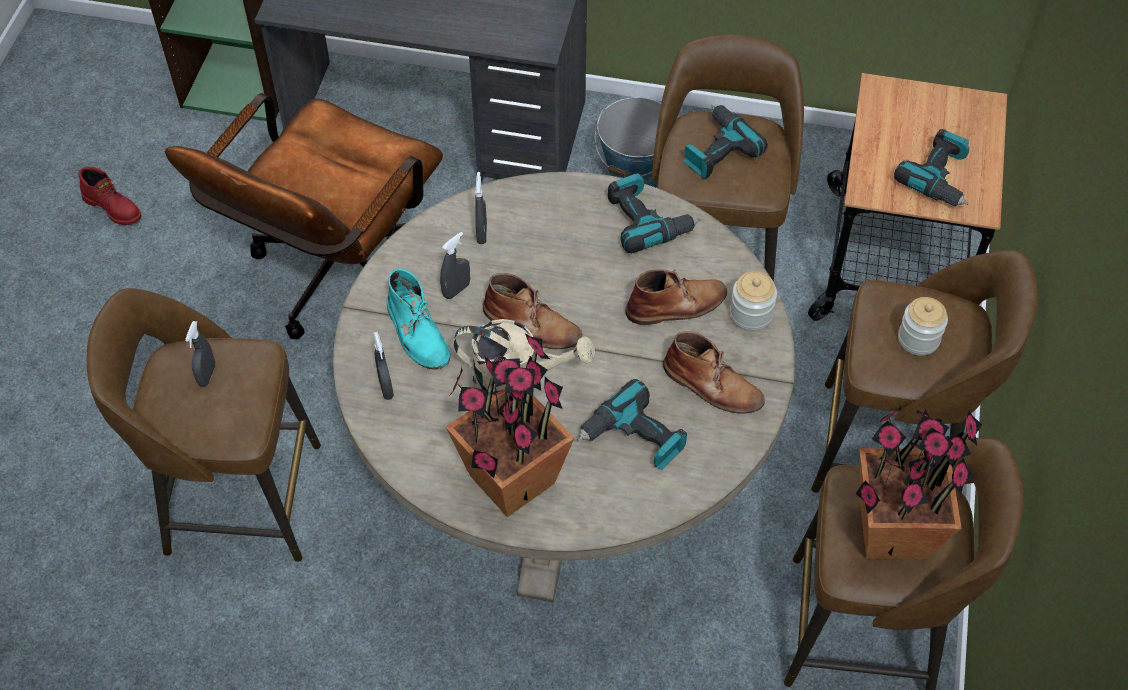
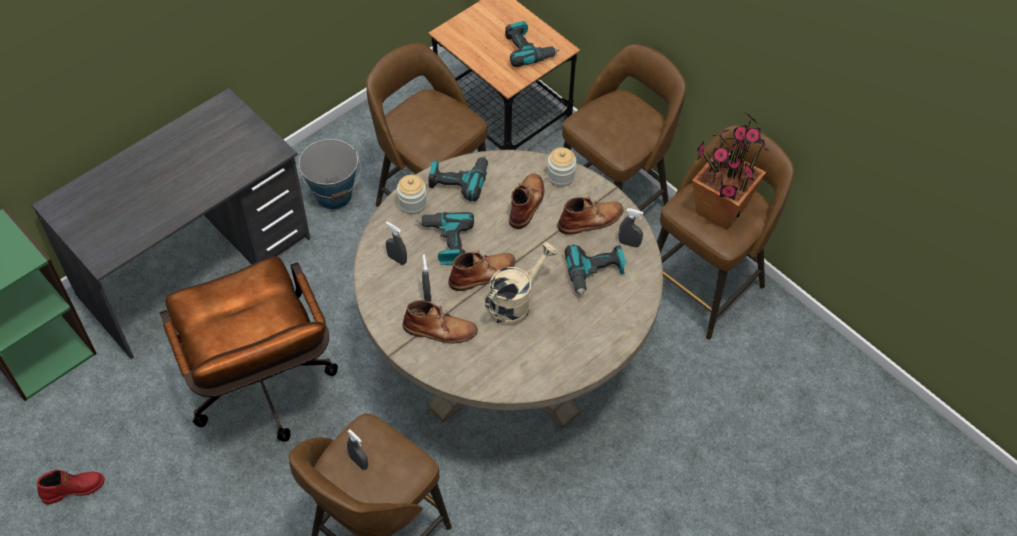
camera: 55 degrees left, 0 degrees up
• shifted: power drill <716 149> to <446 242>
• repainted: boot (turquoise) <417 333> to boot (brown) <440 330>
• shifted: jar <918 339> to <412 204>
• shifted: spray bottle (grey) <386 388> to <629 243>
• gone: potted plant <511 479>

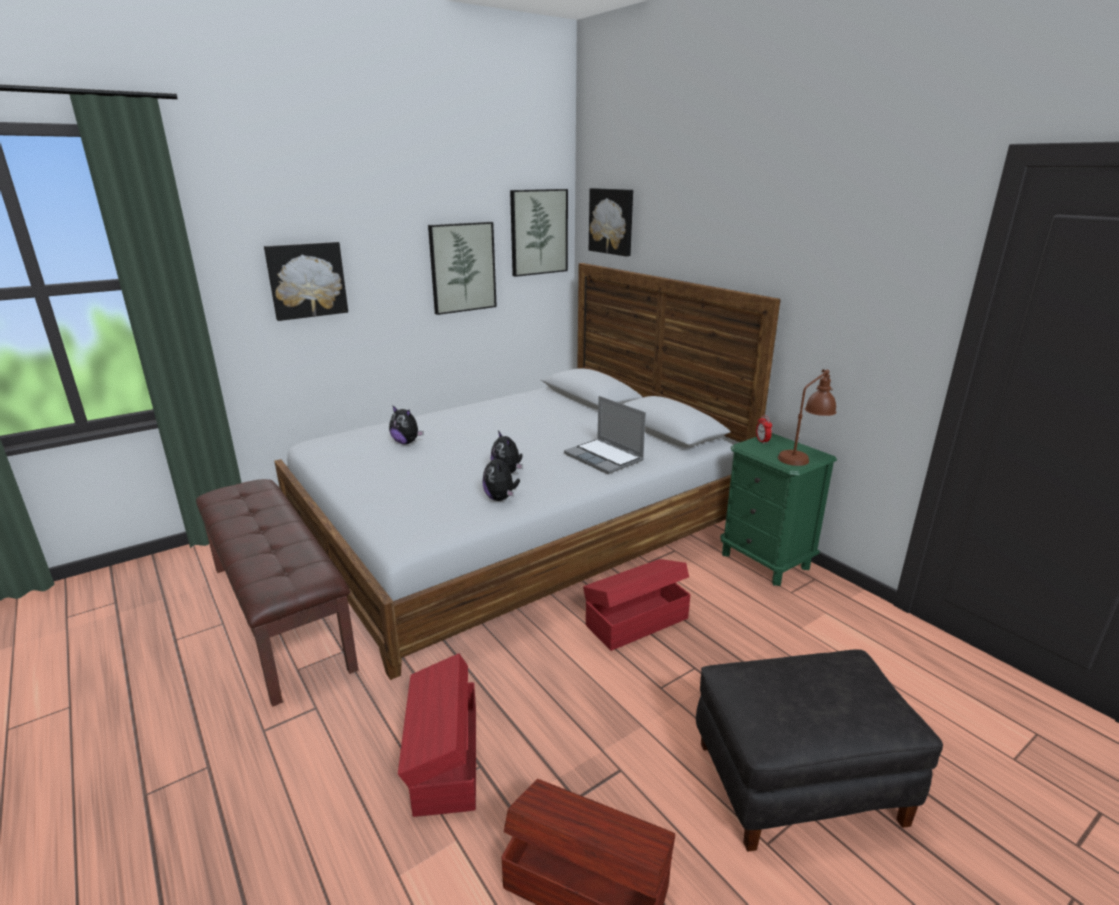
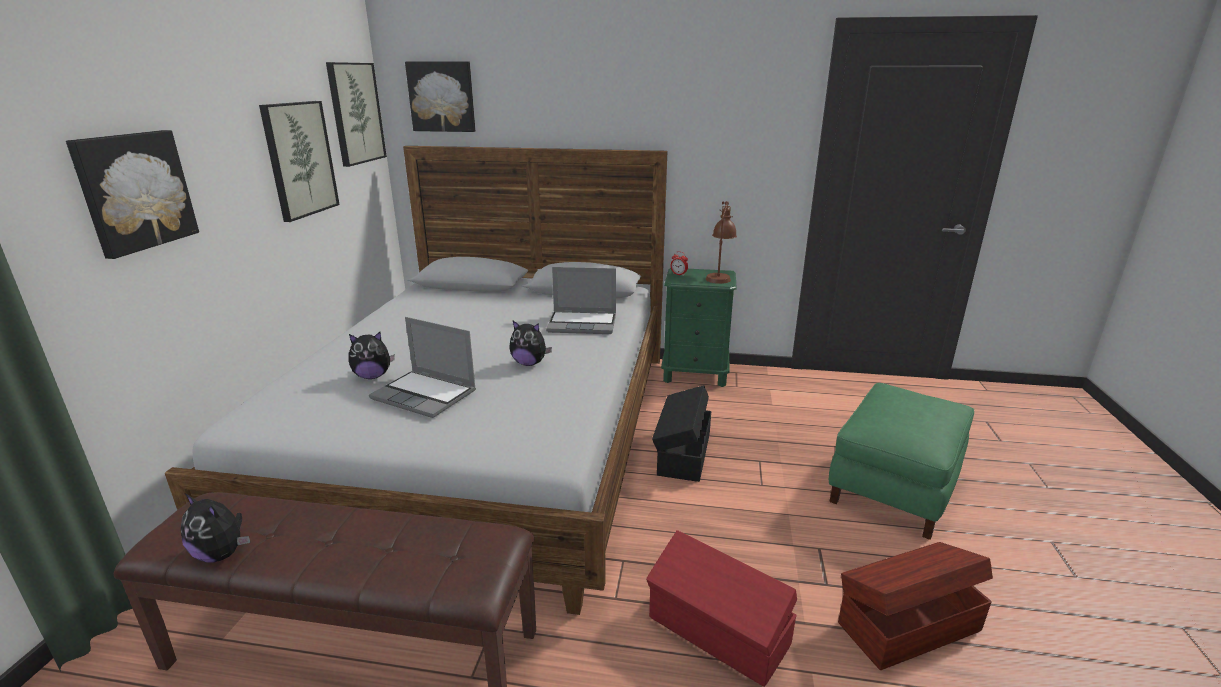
camera: 45 degrees left, 0 degrees up
• shifted: plush toy <500 498> to <222 554>
• repainted: storage box (red) <635 621> to storage box (black) <682 453>
• repainted: ottoman (black) <798 781> to ottoman (green) <893 487>
• new: laptop <426 395>

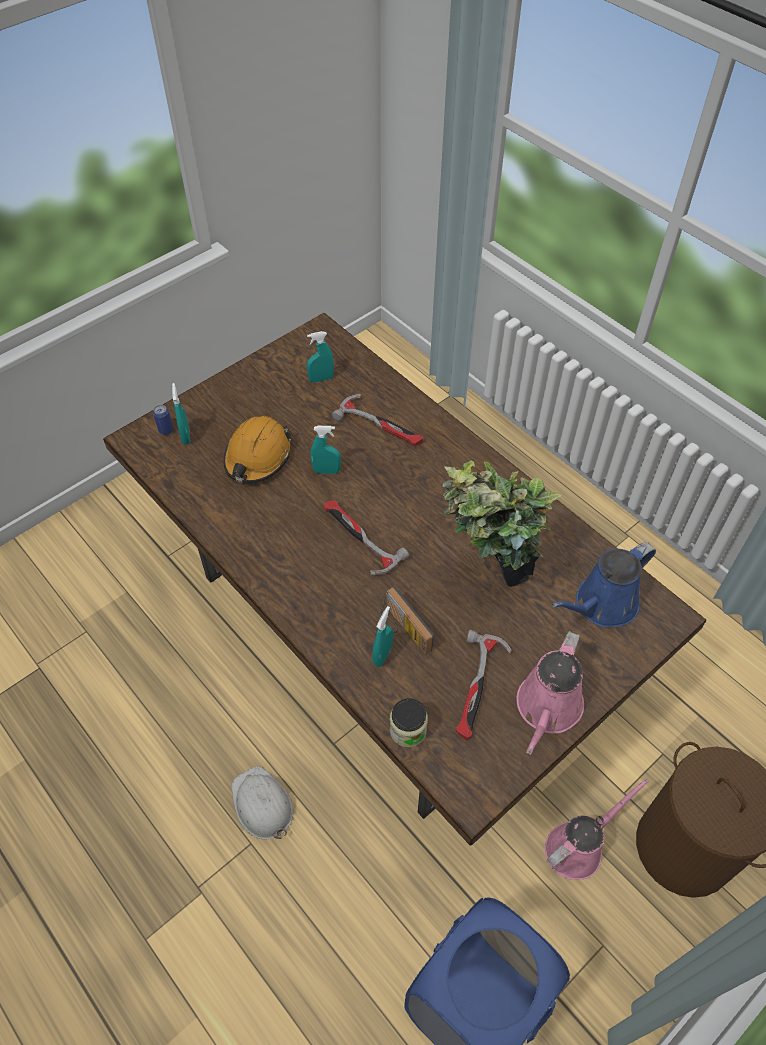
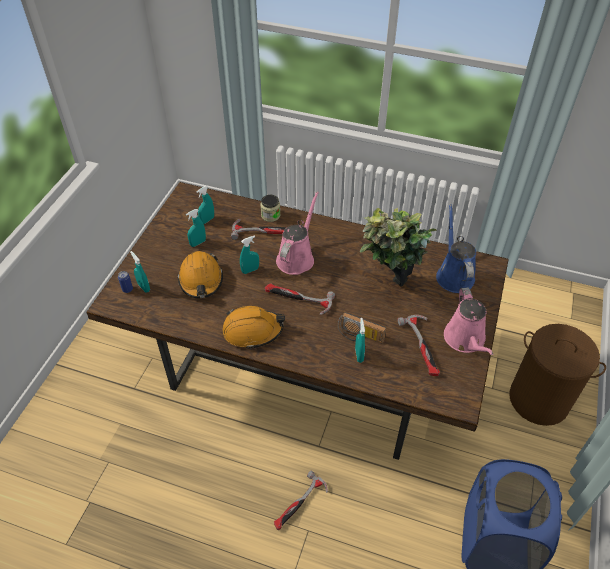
camera: 30 degrees left, 5 degrees down
• rotated: watering can (blue) <601 605> = <454 274> 150 degrees clockwise
• shifted: jar <408 730> to <270 215>
• swapped: hard hat (white) <262 805> to hammer <299 504>
• shifted: watering can (pink) <578 847> to <297 257>
• new: spray bottle (turquoise) <198 243>
• new: hard hat (orange) <252 331>

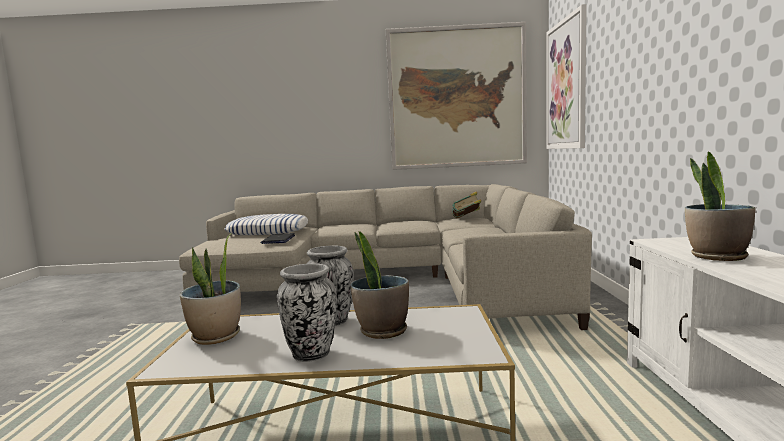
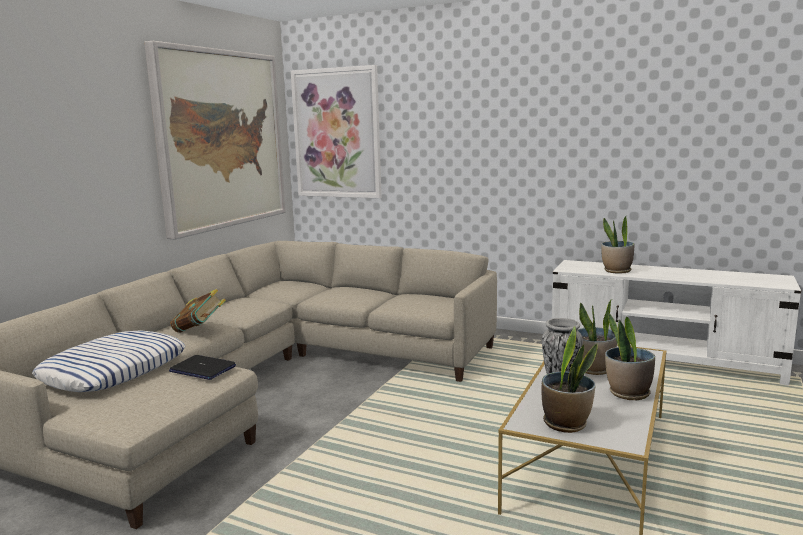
camera: 65 degrees left, 5 degrees up
• shifted: book <467 219> to <200 330>
• swapped: vase <311 355> to potted plant <628 393>

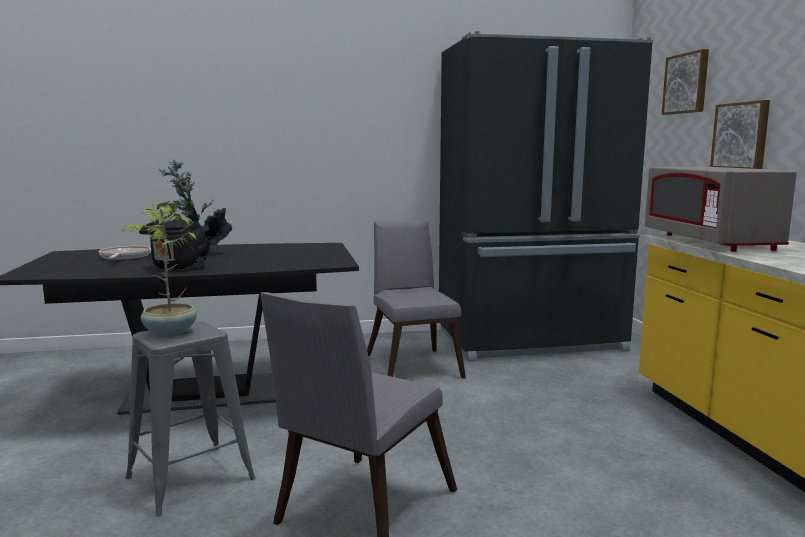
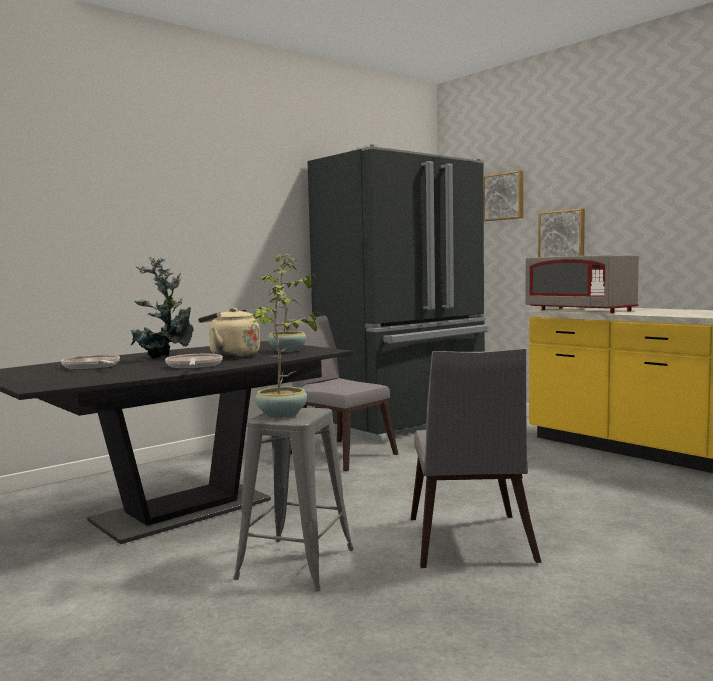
camera: 30 degrees left, 5 degrees down
• swapped: kettle (black) <178 268> to frying pan <194 366>
• new: potted plant <288 350>
• new: kettle (beige) <231 356>

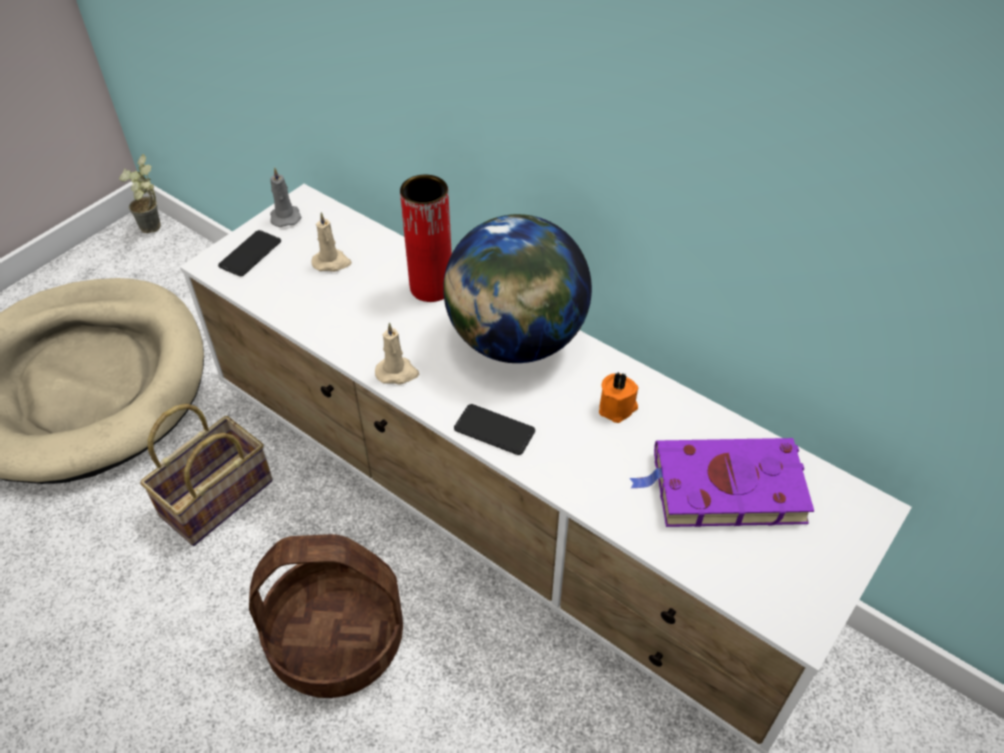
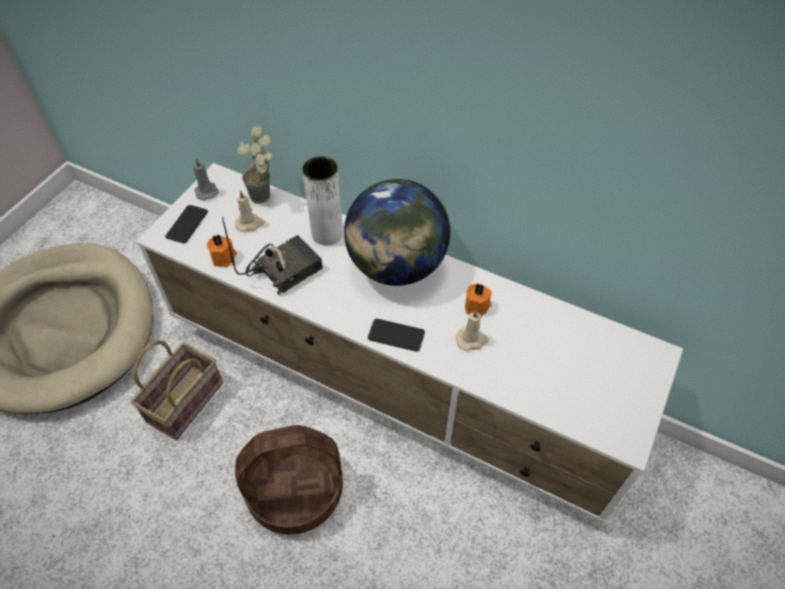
camera: 10 degrees left, 5 degrees up
• shifted: potted plant <155 230> to <266 199>
• repainted: vase (red) <431 287> to vase (white) <327 233>
• shifted: candle (beige) <397 372> to <472 340>
• gone: book (purple) <723 488>
• new: radio <284 268>
• new: candle (orange) <224 257>

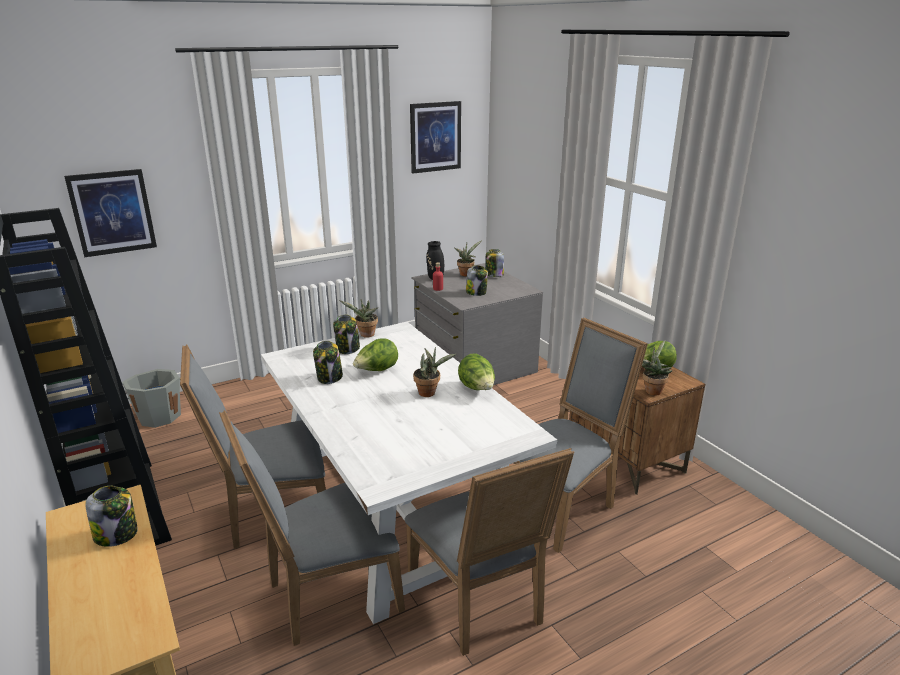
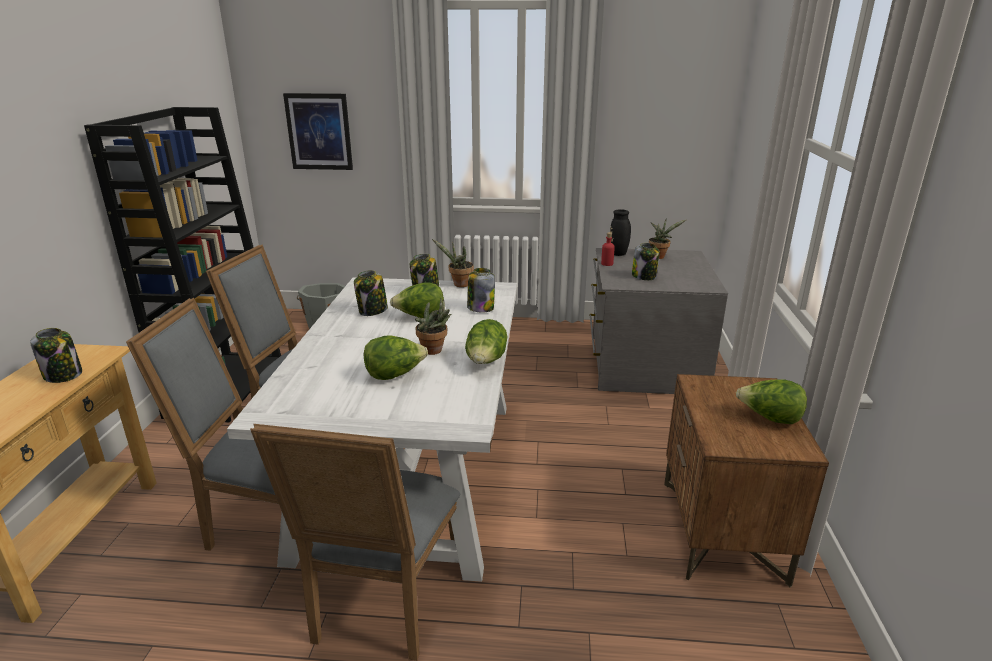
camera: 35 degrees right, 0 degrees up
• gone: picture <435 137>
• shifted: jar <494 275> to <480 308>
• gone: chair (grey) <560 504>
• gone: potted plant <652 390>
• new: lettuce <395 375>

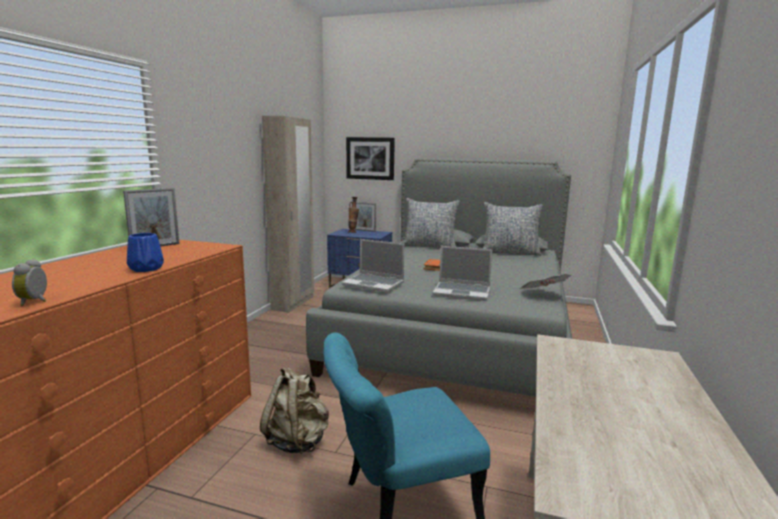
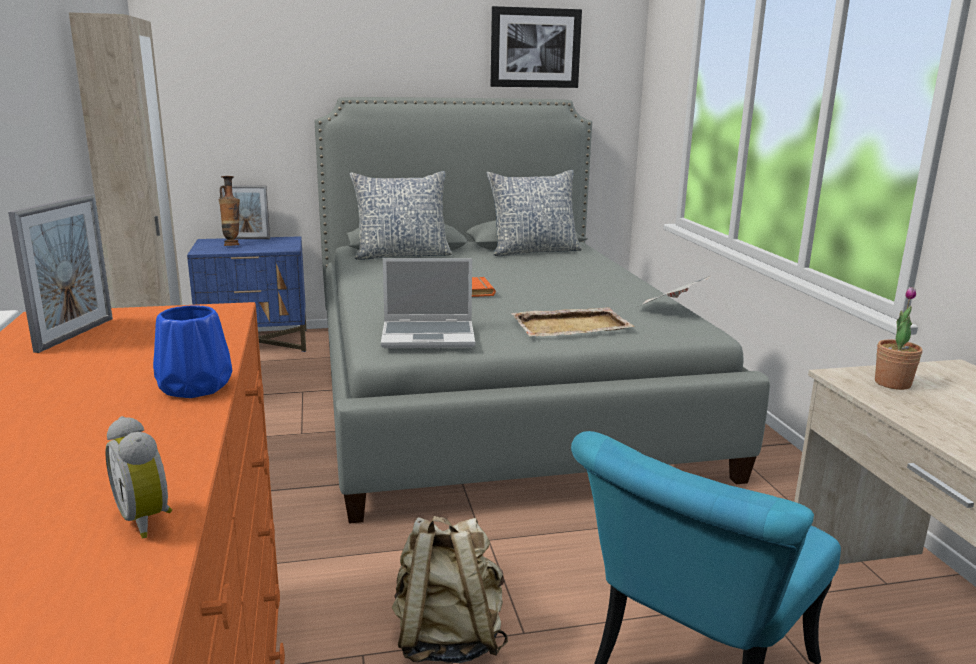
camera: 30 degrees left, 5 degrees up
• shifted: picture <370 158> to <535 48>
• swapped: laptop <462 292> to tray (beige) <572 326>
• new: potted plant <892 383>

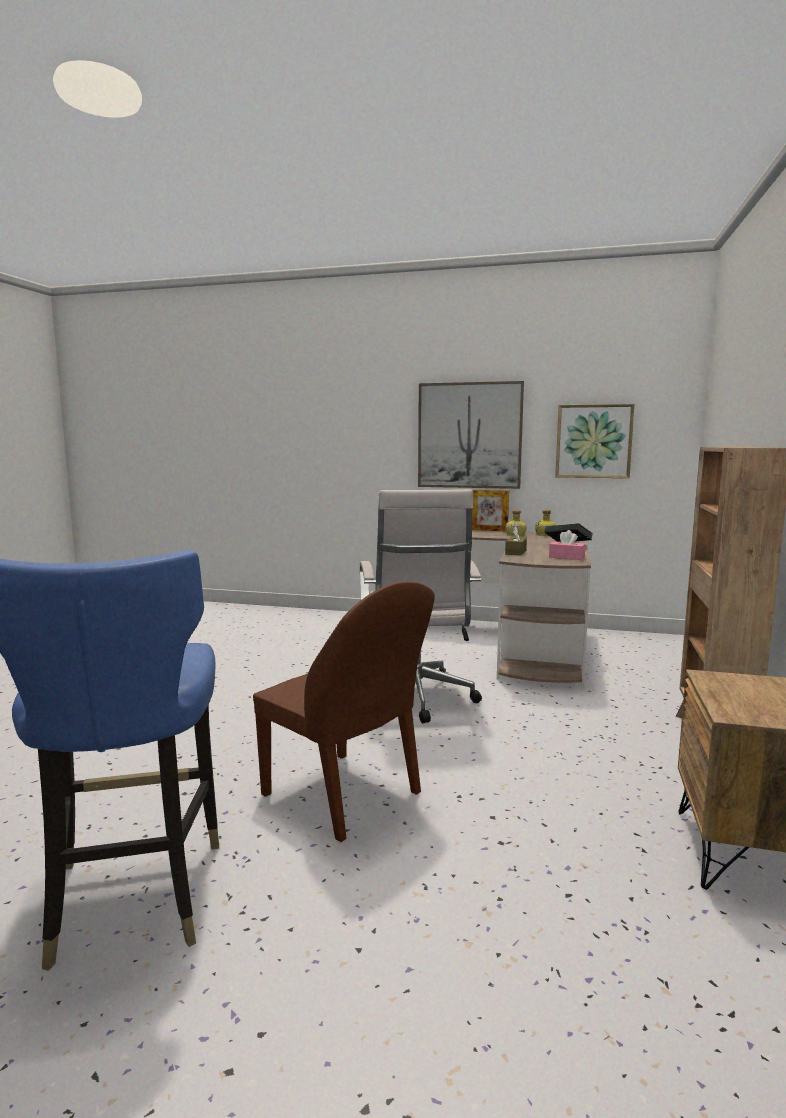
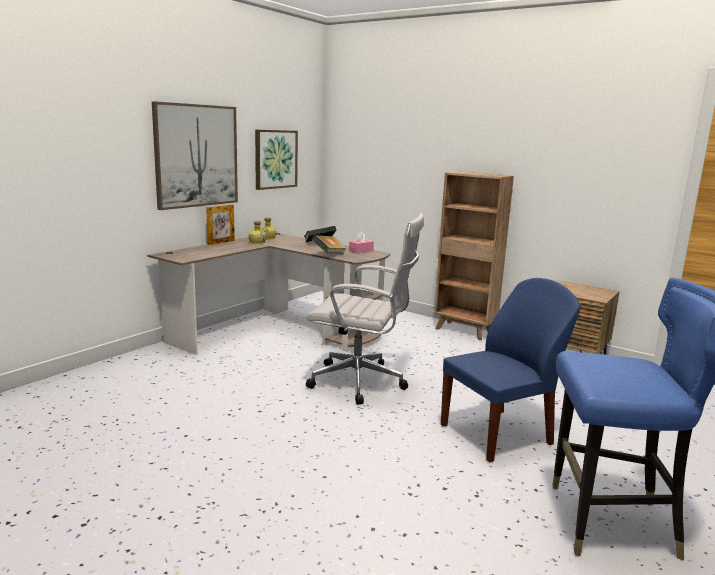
camera: 70 degrees left, 5 degrees up
• swapped: tissue box (brown) <515 552> to book <329 254>
• repainted: chair (brown) <344 796> to chair (blue) <498 434>

